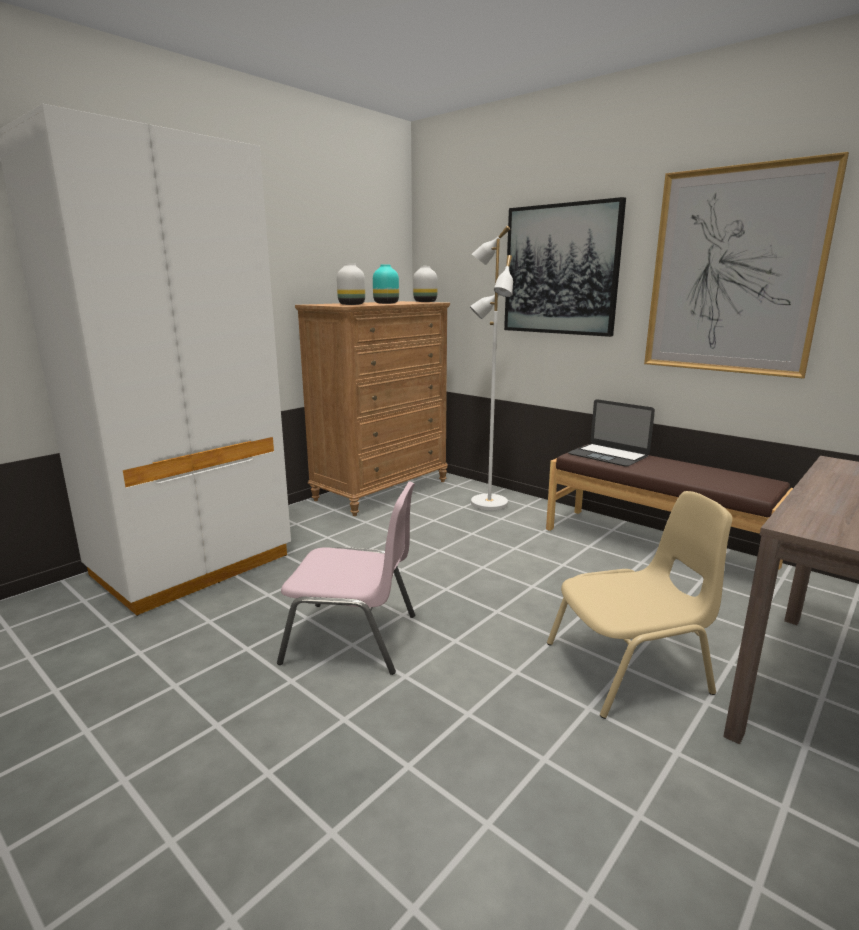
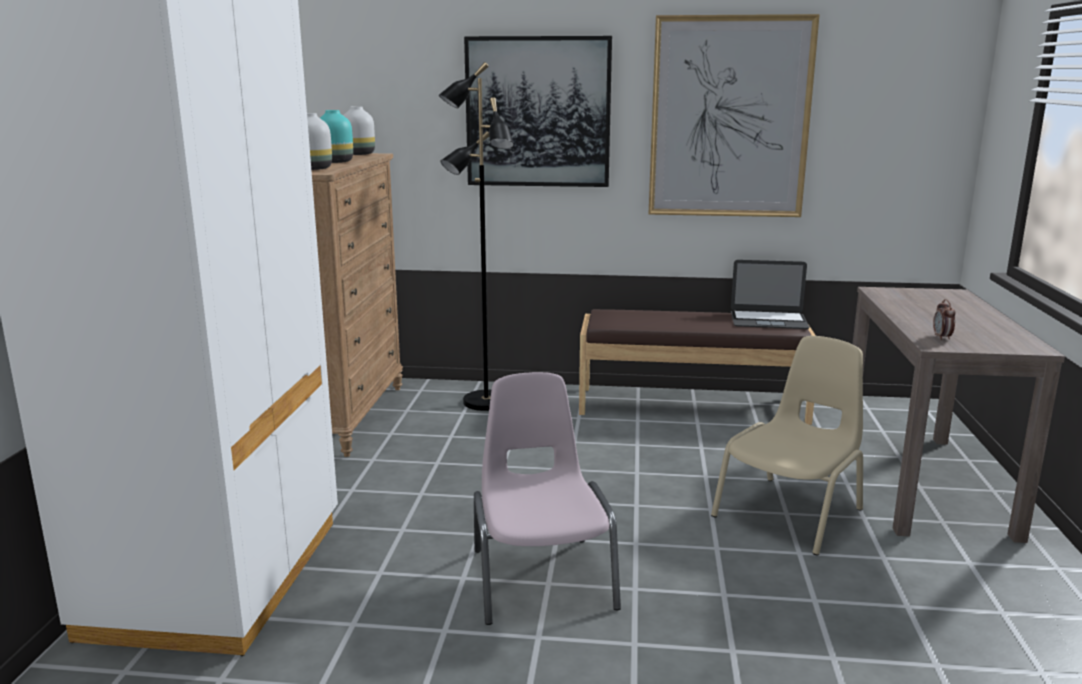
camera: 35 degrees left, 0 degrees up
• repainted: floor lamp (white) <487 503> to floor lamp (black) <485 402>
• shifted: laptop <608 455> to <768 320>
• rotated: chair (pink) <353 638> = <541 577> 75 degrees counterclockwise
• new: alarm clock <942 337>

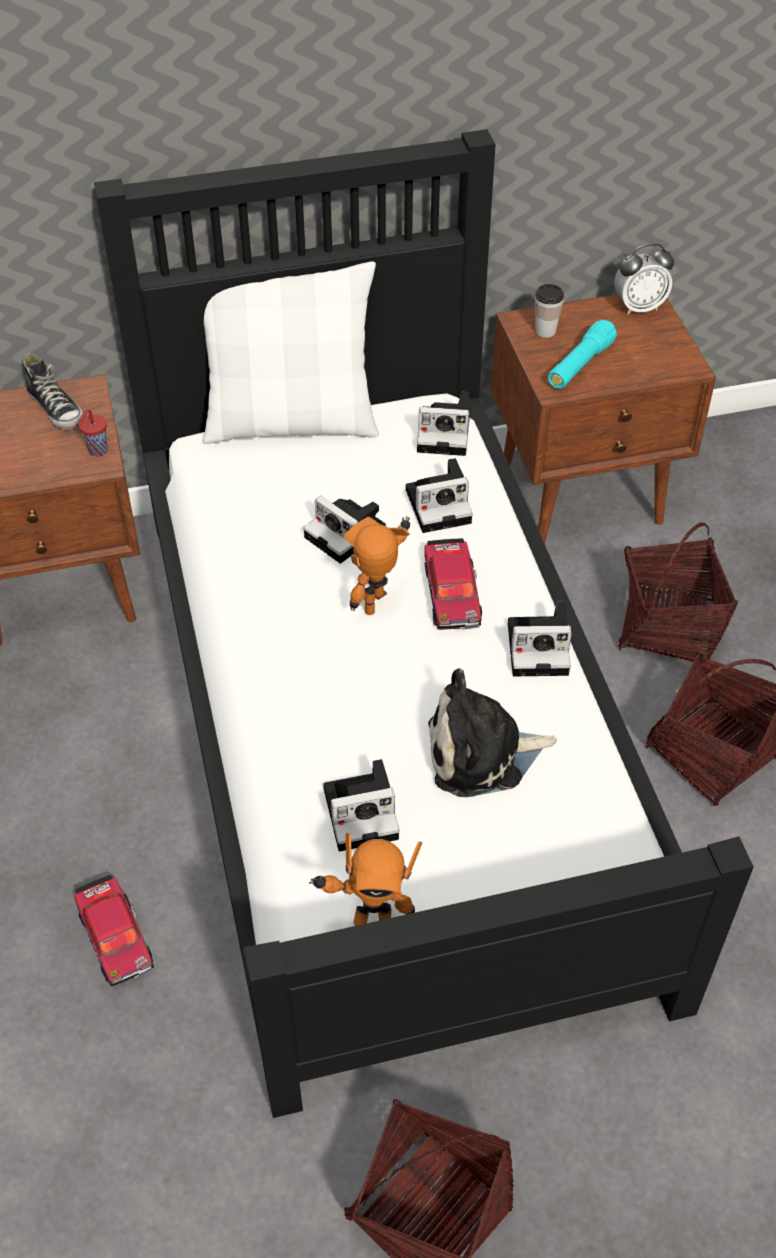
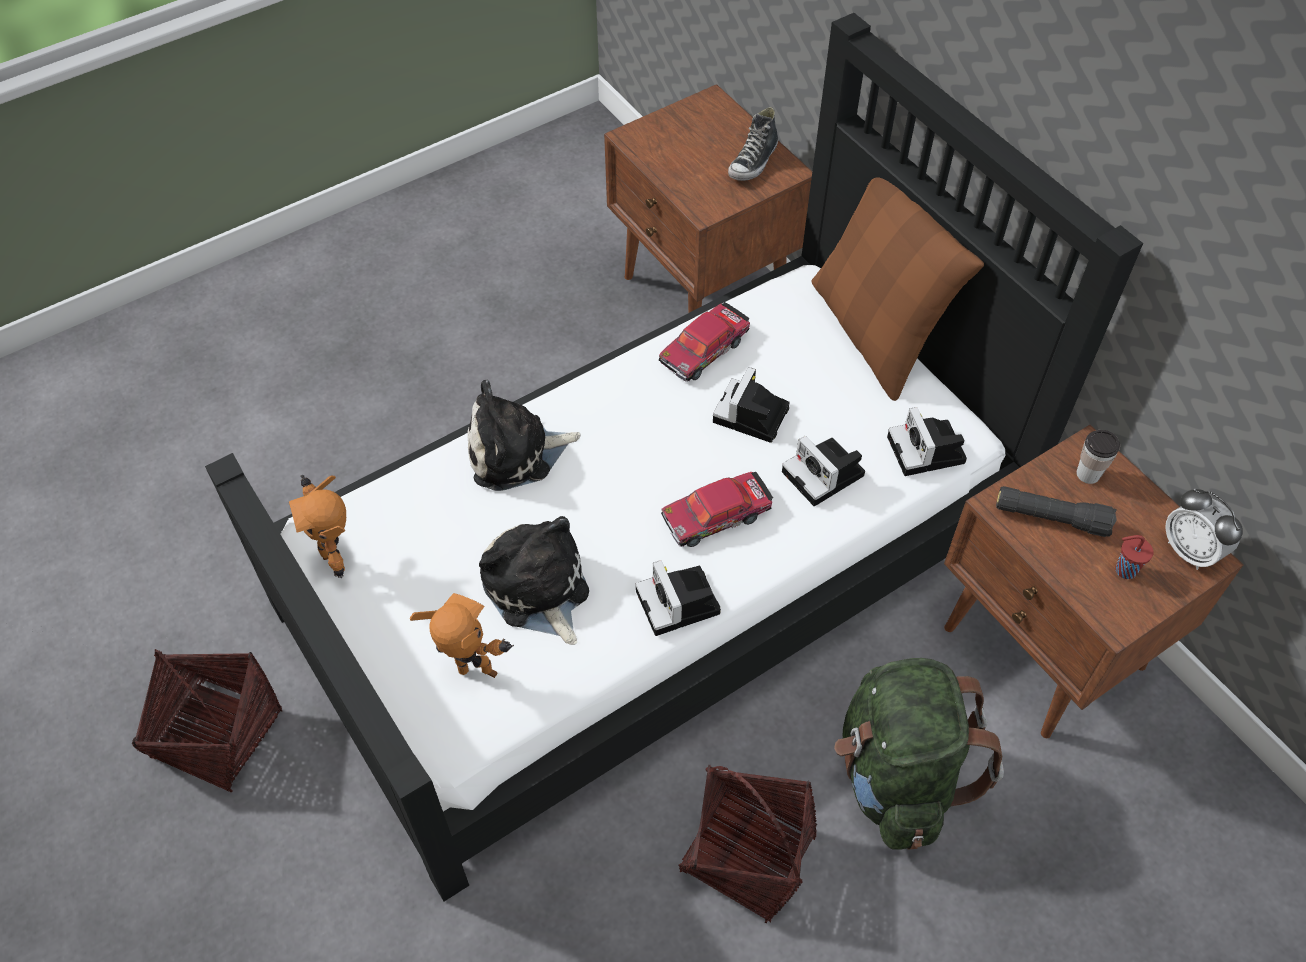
camera: 70 degrees right, 5 degrees up
• repainted: pillow (white) <291 422> to pillow (brown) <875 332>
• repainted: flashlight (turquoise) <580 365> to flashlight (black) <1051 518>
• shifted: cup (red) <97 451> to <1124 570>
• shifted: toy robot <381 606> to <476 678>
• swapped: basket <668 626> to backpack (green) <897 776>
• gone: photo camera <364 811>
• shifted: toy car <115 936> to <705 349>
• new: plush toy <516 452>

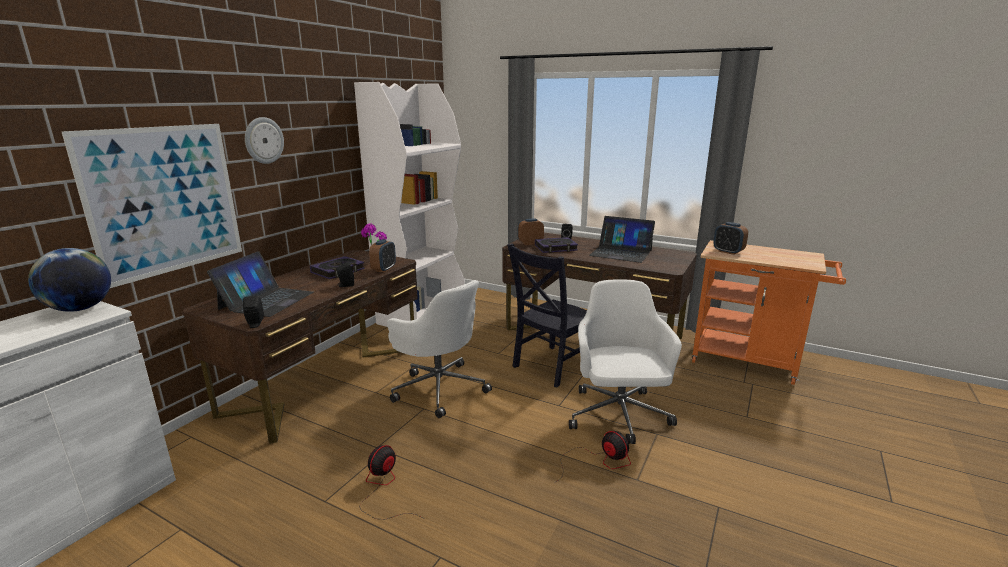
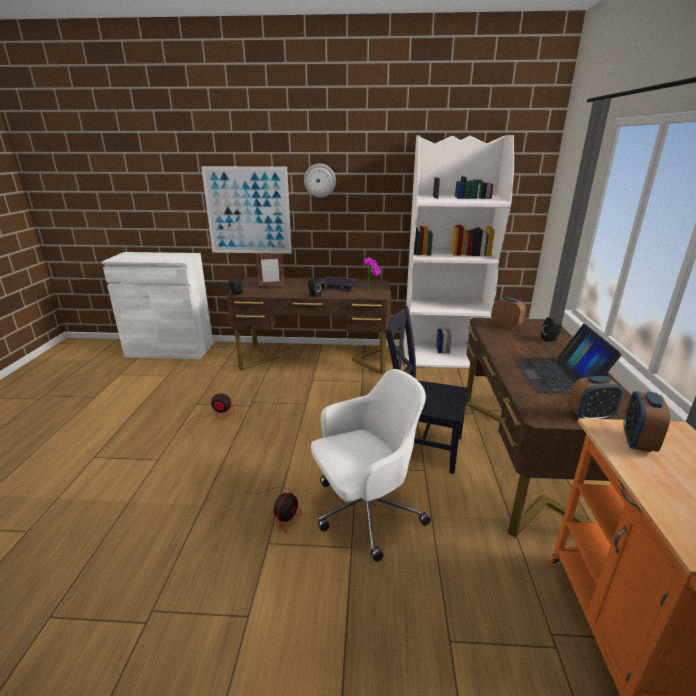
camera: 65 degrees right, 5 degrees up
• gone: book <555 248>
• shifted: alarm clock <384 269> to <590 416>
• gone: globe <80 309>
• swapped: laptop <266 300> to picture frame <271 286>
• gone: office chair (white) <439 388>

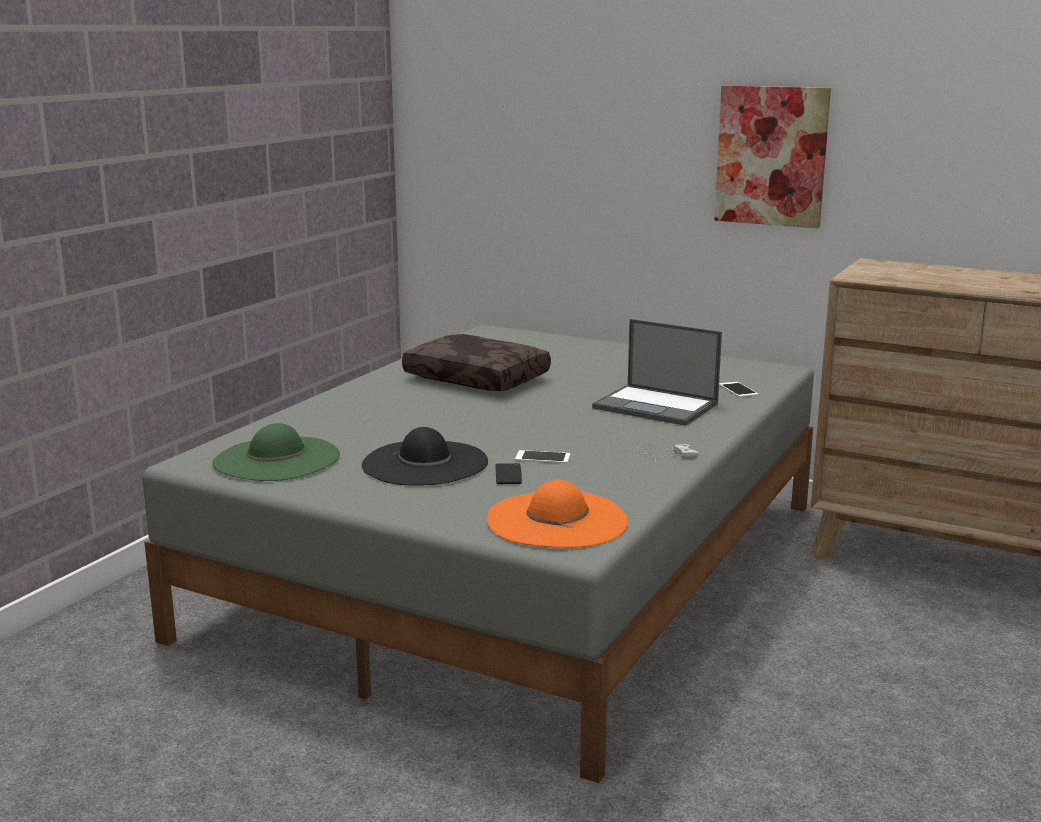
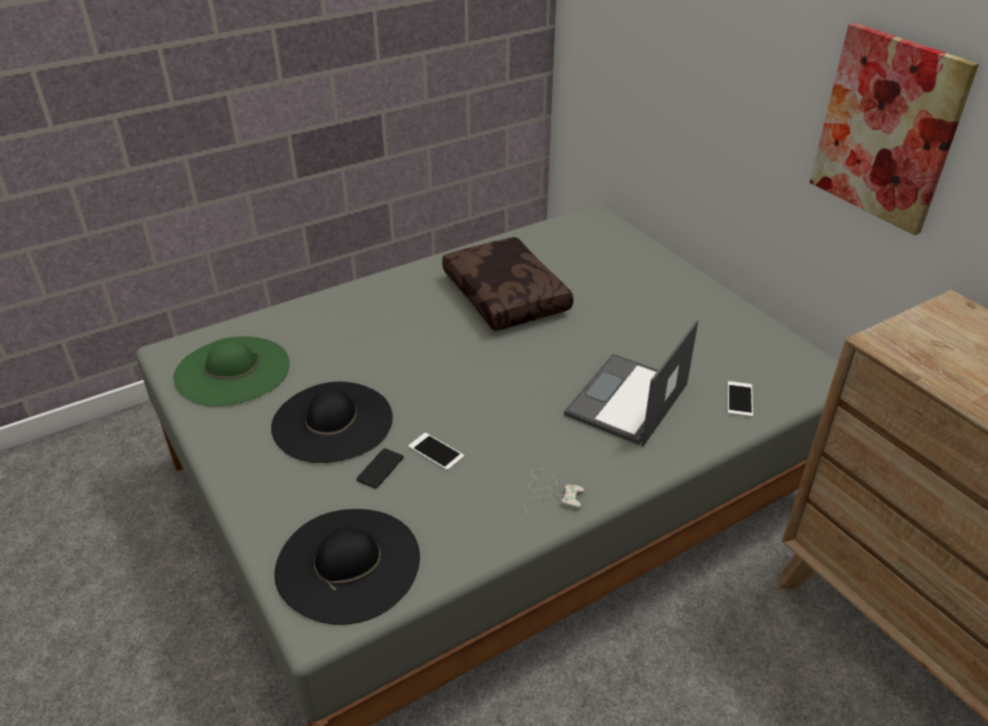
camera: 30 degrees right, 20 degrees up
• rotated: laptop <657 406> = <626 401> 60 degrees clockwise
• repainted: hat (orange) <557 519> to hat (black) <348 563>

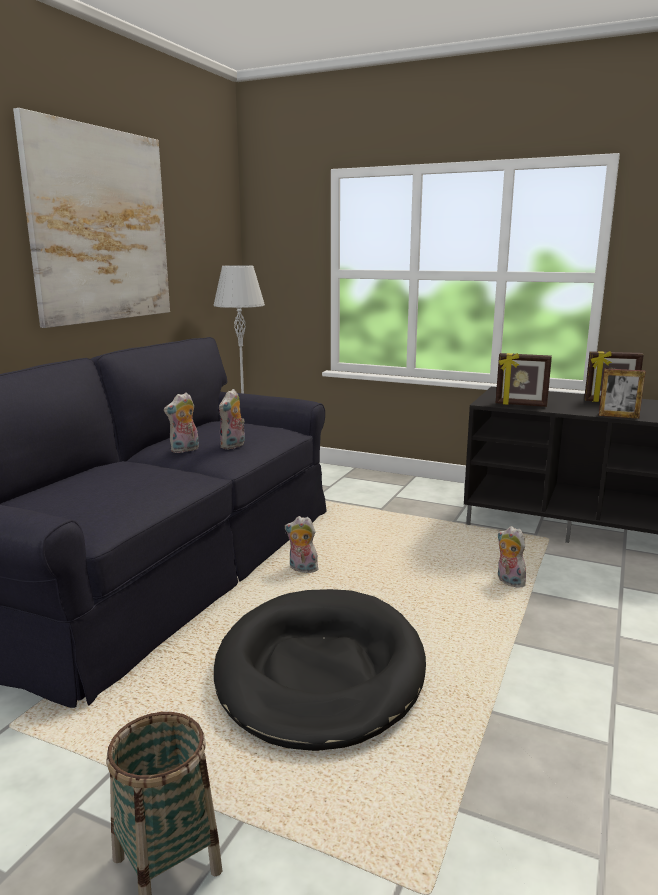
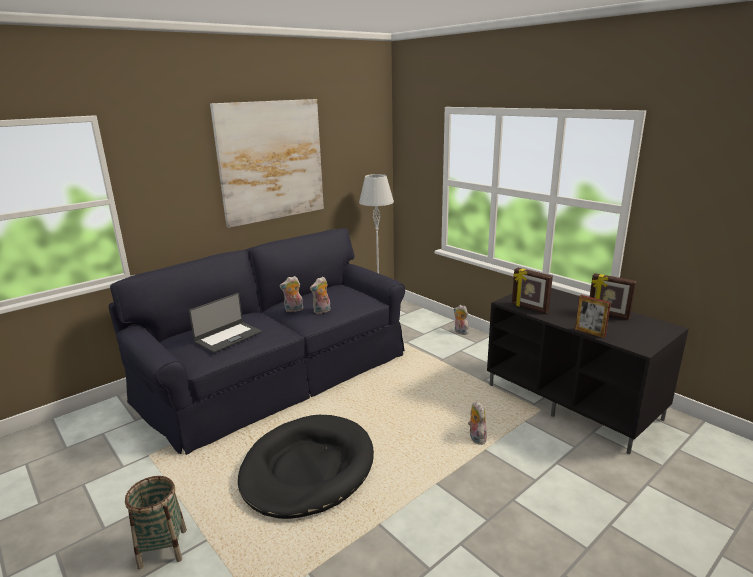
camera: 25 degrees right, 5 degrees up
• shifted: plush toy <302 570> to <460 332>
• new: laptop <228 337>

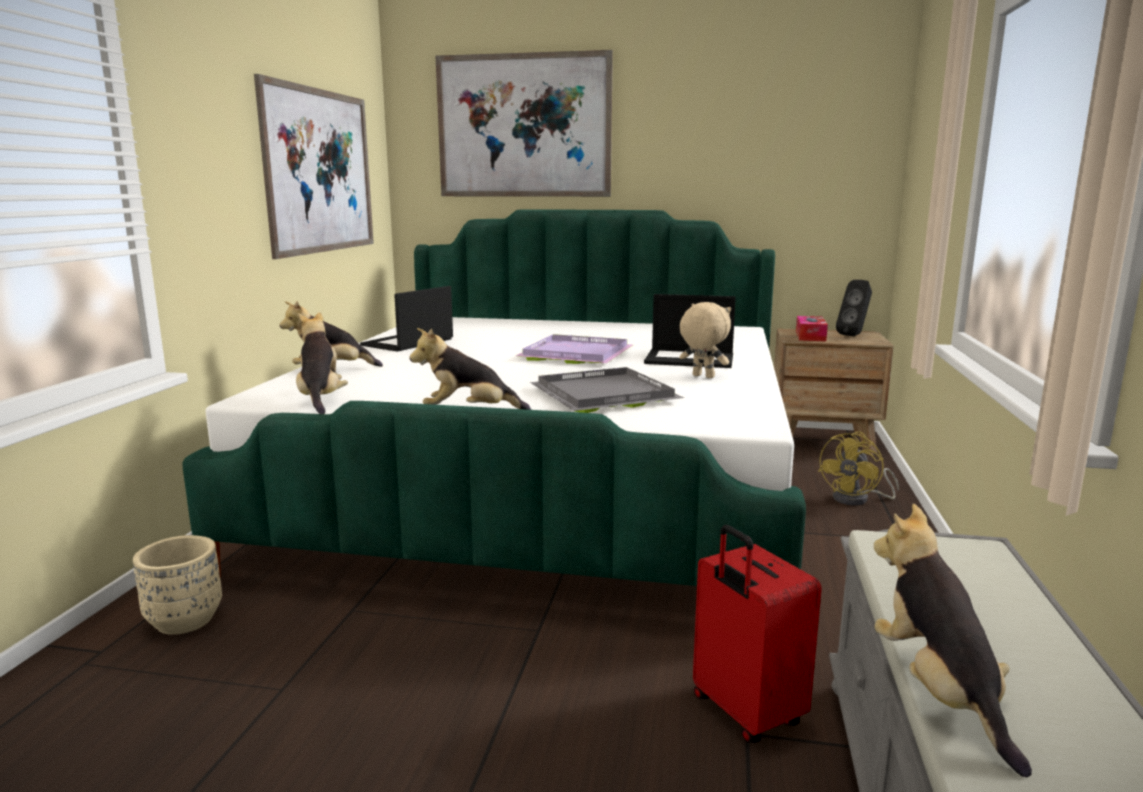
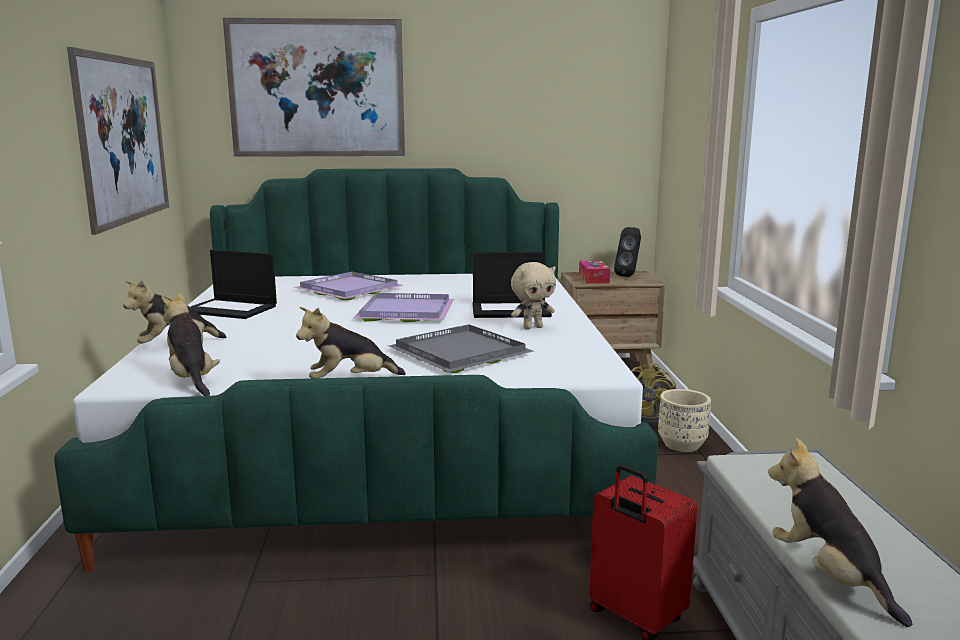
camera: 15 degrees left, 0 degrees up
• rotated: laptop <407 342> = <231 309> 90 degrees counterclockwise
• rotated: plush toy (beige) <702 376> = <532 327> 135 degrees clockwise
• shifted: planter (beige) <185 620> to <681 445>
• new: tray (purple) <349 289>

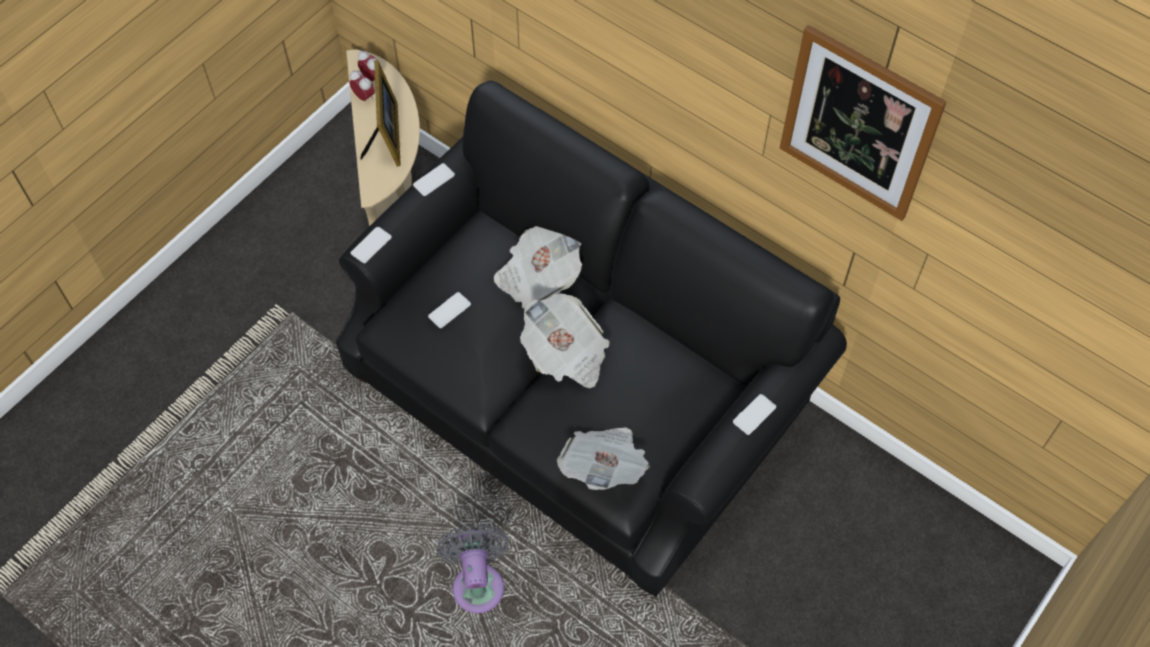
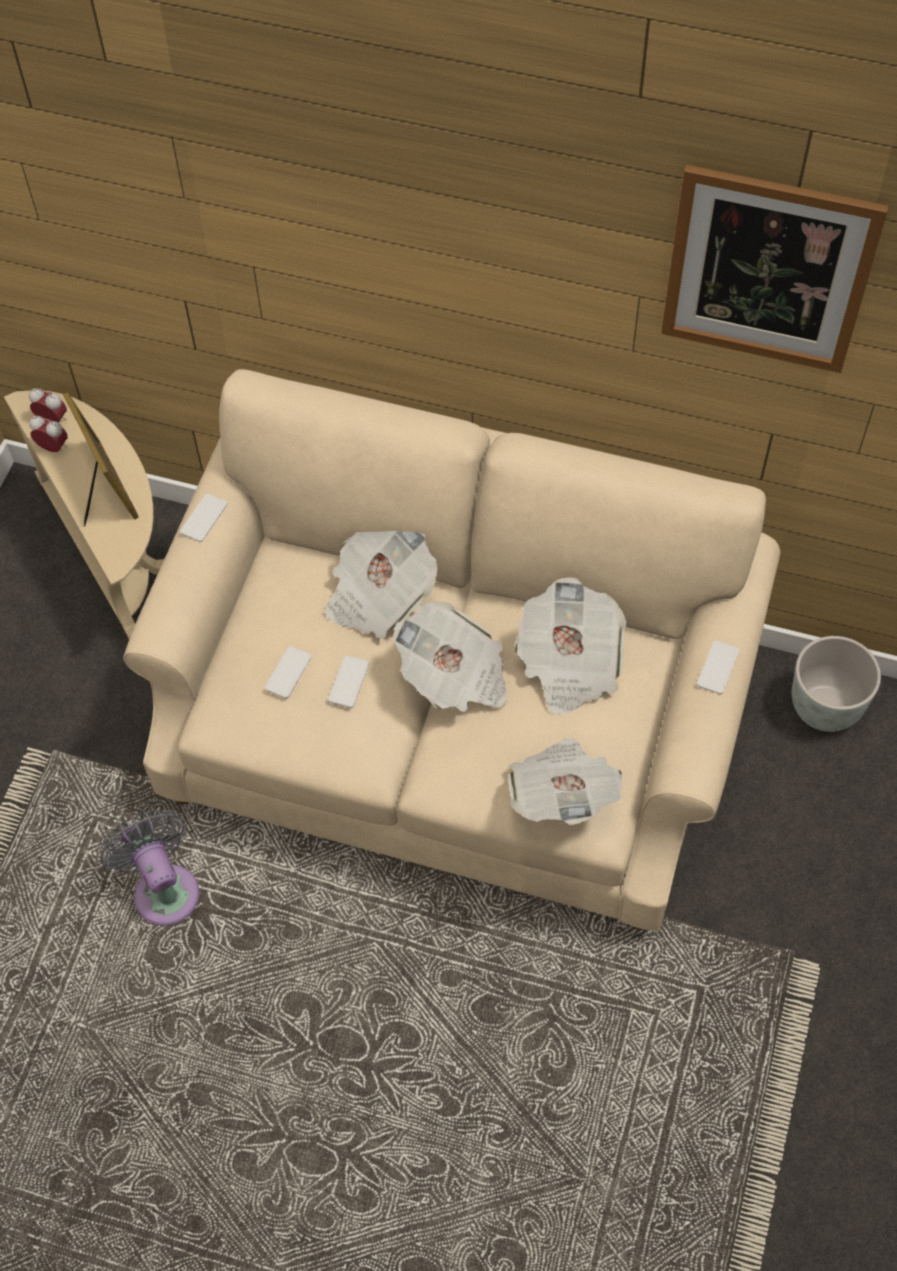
camera: 20 degrees left, 0 degrees up
• repainted: sofa (black) <577 394> to sofa (beige) <454 725>
• shifted: phone <371 245> to <348 682>
• shifted: fan (grey) <478 582> to <164 888>
• new: newspaper <569 663>
• new: planter (grey) <826 706>

